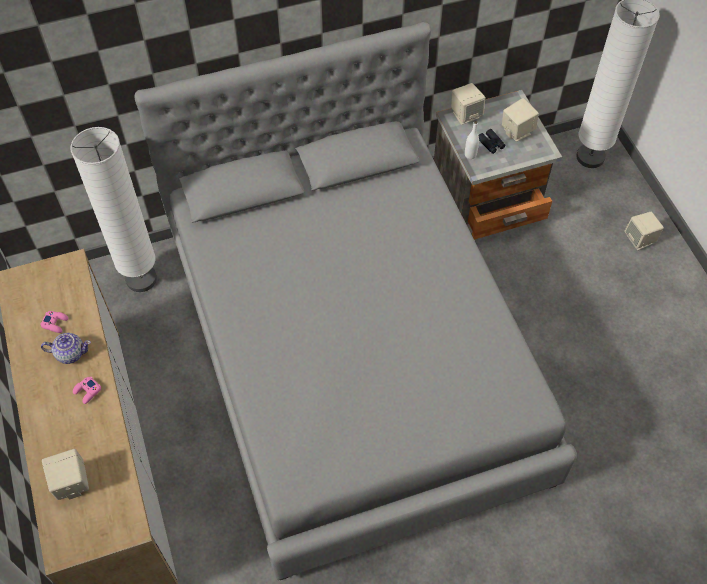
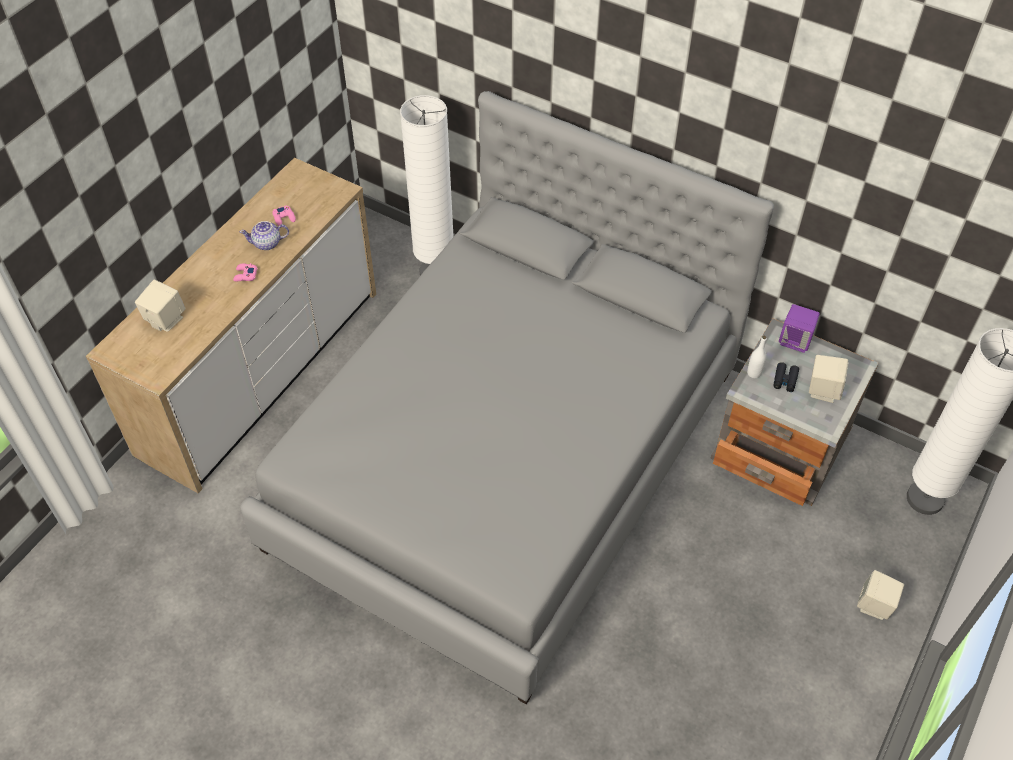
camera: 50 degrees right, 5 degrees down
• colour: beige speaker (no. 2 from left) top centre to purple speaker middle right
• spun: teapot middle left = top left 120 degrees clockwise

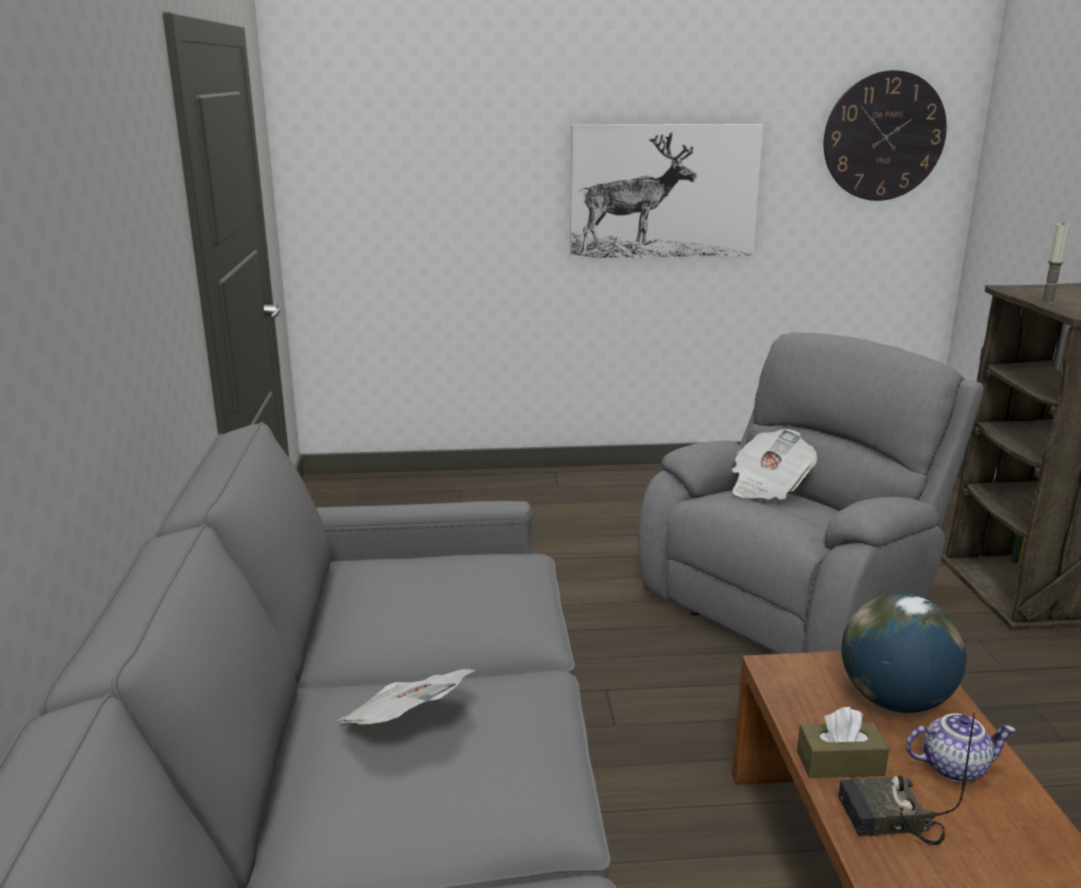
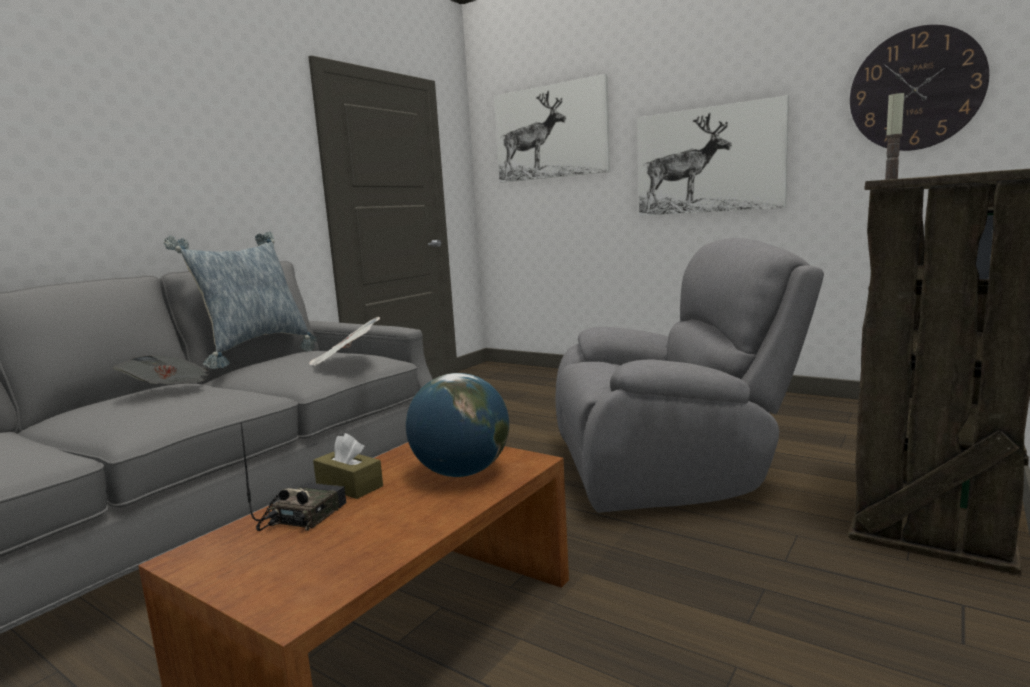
camera: 40 degrees right, 10 degrees down
• relocated: newspaper (no. 2 from left) middle right to centre
• spun: radio bottom right = bottom left 75 degrees clockwise
• missing: teapot bottom right
• appeared: picture (no. 1 from left) top centre
• appeared: pillow middle left

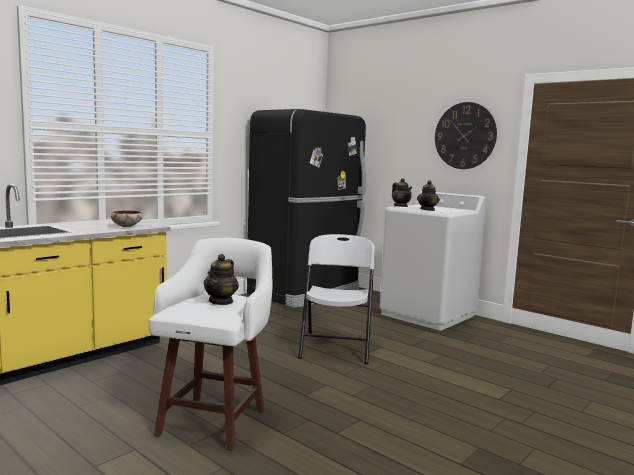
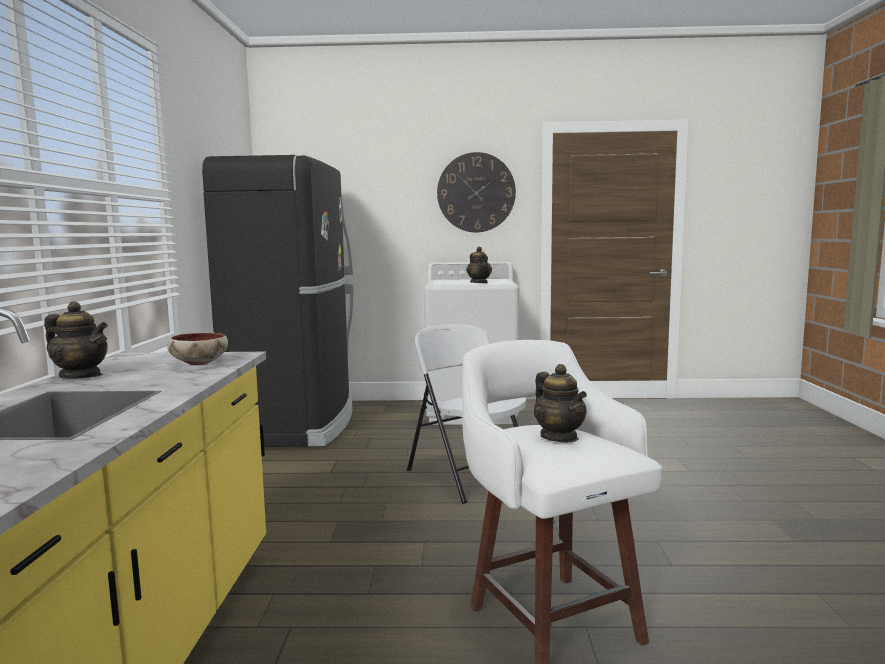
camera: 40 degrees left, 0 degrees up
• relocated: teapot (no. 2 from left in the first image) centre to teapot (no. 1 from left) middle left

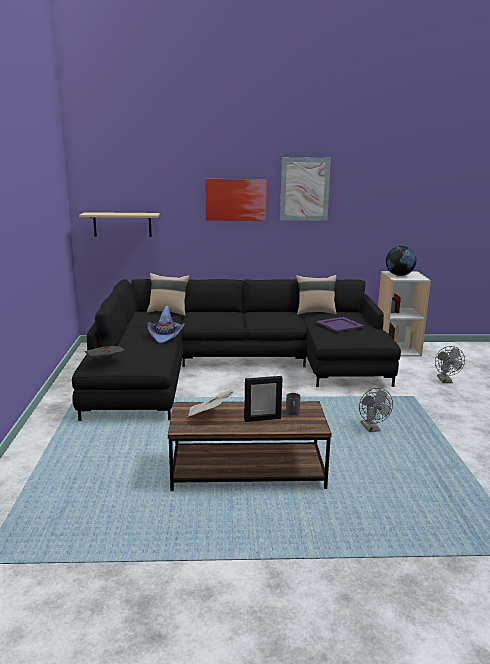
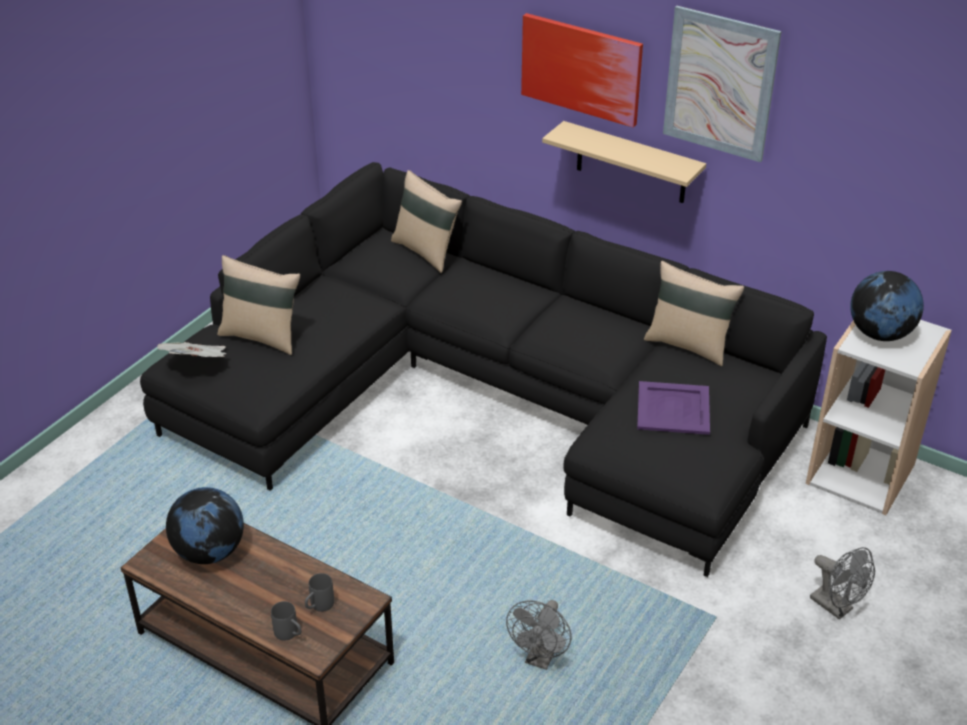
camera: 35 degrees right, 20 degrees up
• relocated: beige shelf middle left to top centre
• missing: purple hat centre
• spun: grey fan (no. 2 from left) middle right = bottom right 75 degrees counterclockwise
• missing: picture frame centre
• exchanged: newspaper (no. 2 from left) centre to globe (no. 1 from left) bottom left
• appeared: beige pillow (no. 1 from left) middle left
• appeared: grey mug (no. 1 from left) bottom left

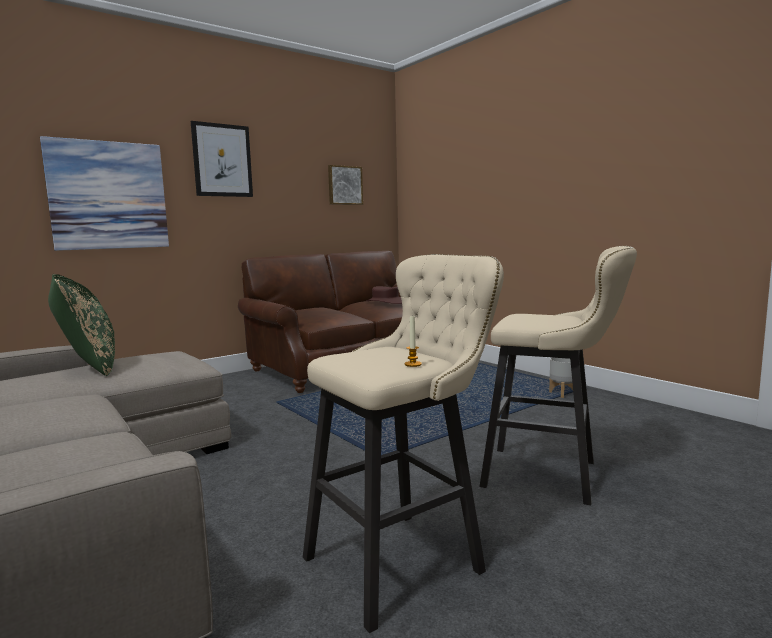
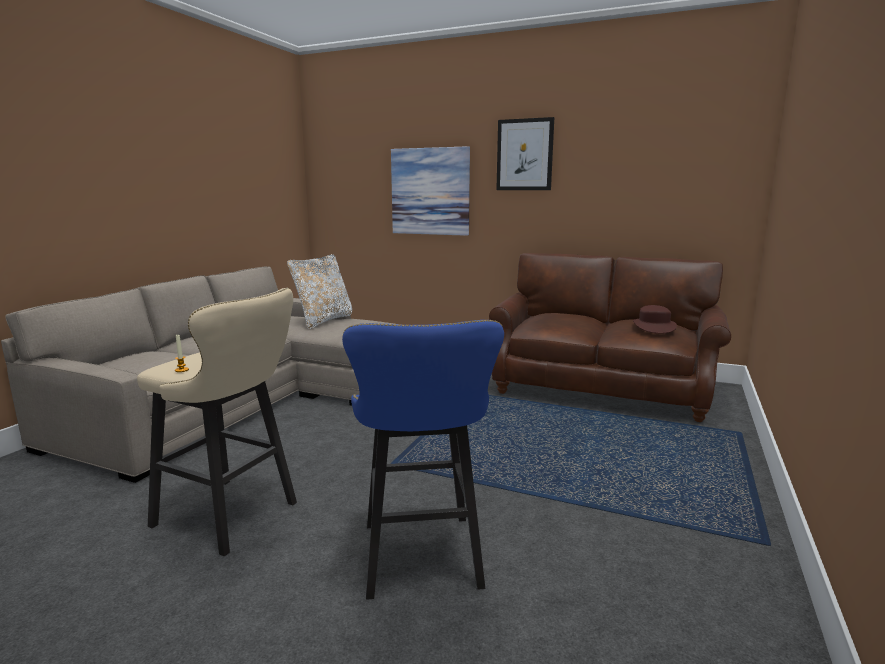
camera: 60 degrees right, 5 degrees up
• missing: picture (no. 3 from left) top centre
• colour: beige stool (no. 2 from left) middle right to blue stool bottom centre
• colour: green pillow middle left to white pillow centre
• missing: grey planter middle right

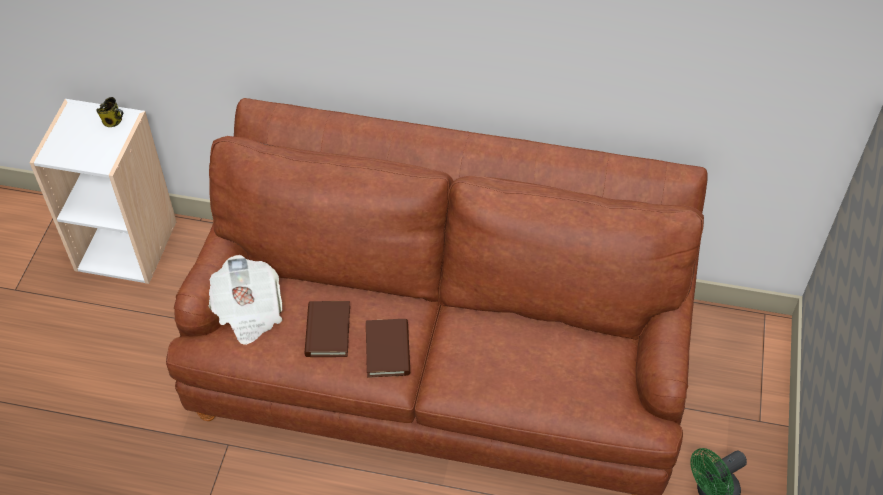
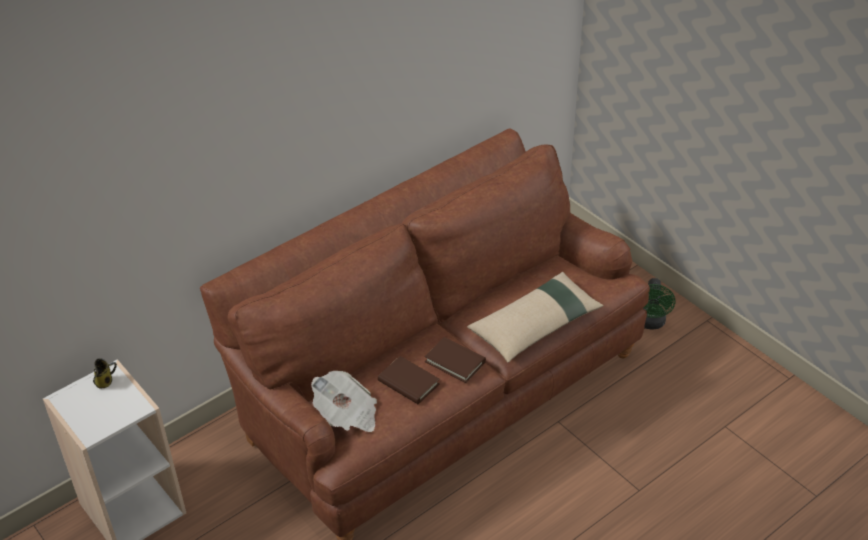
camera: 50 degrees left, 10 degrees down
• appeared: beige pillow centre

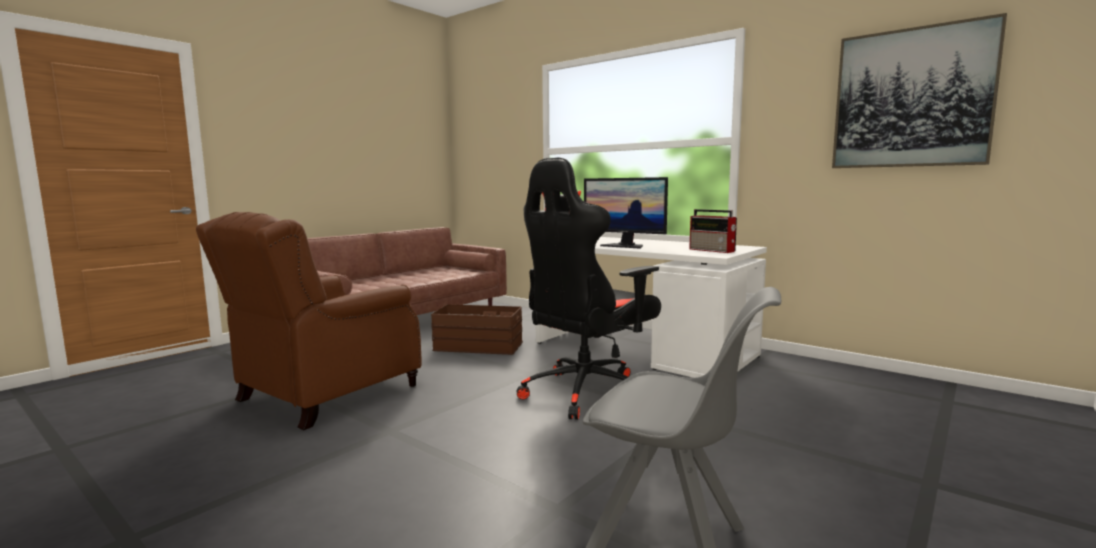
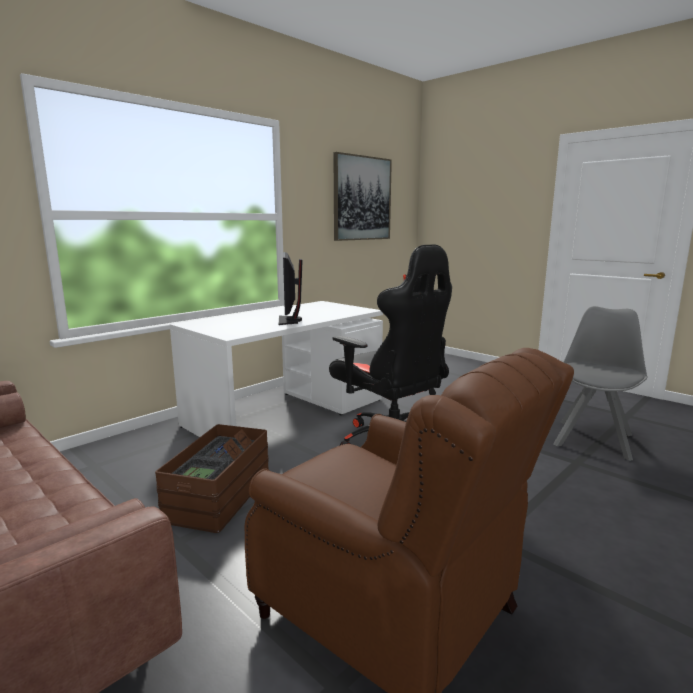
camera: 85 degrees left, 5 degrees up
• spun: monitor centre = centre 135 degrees clockwise
• missing: radio centre

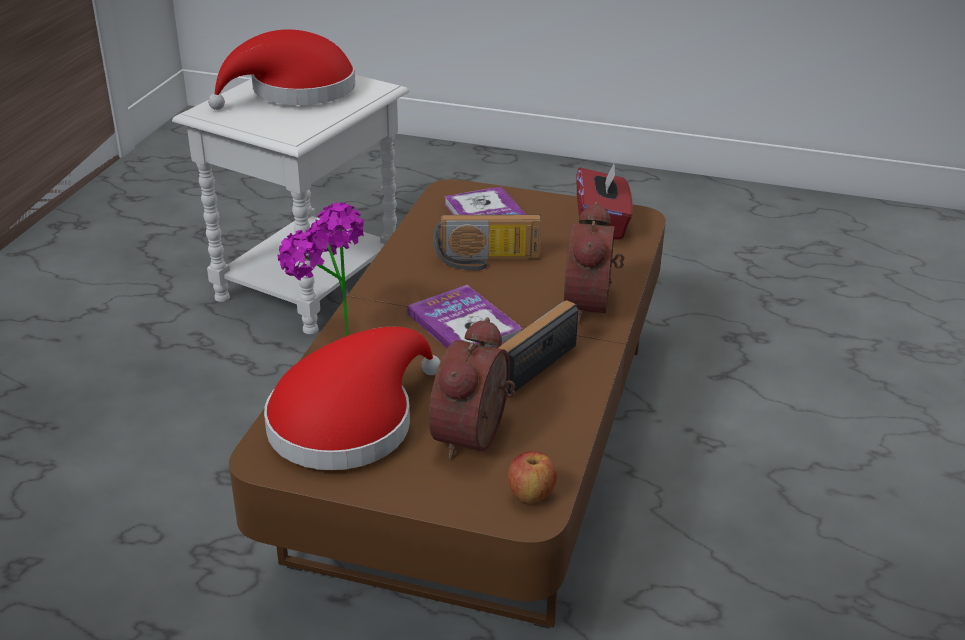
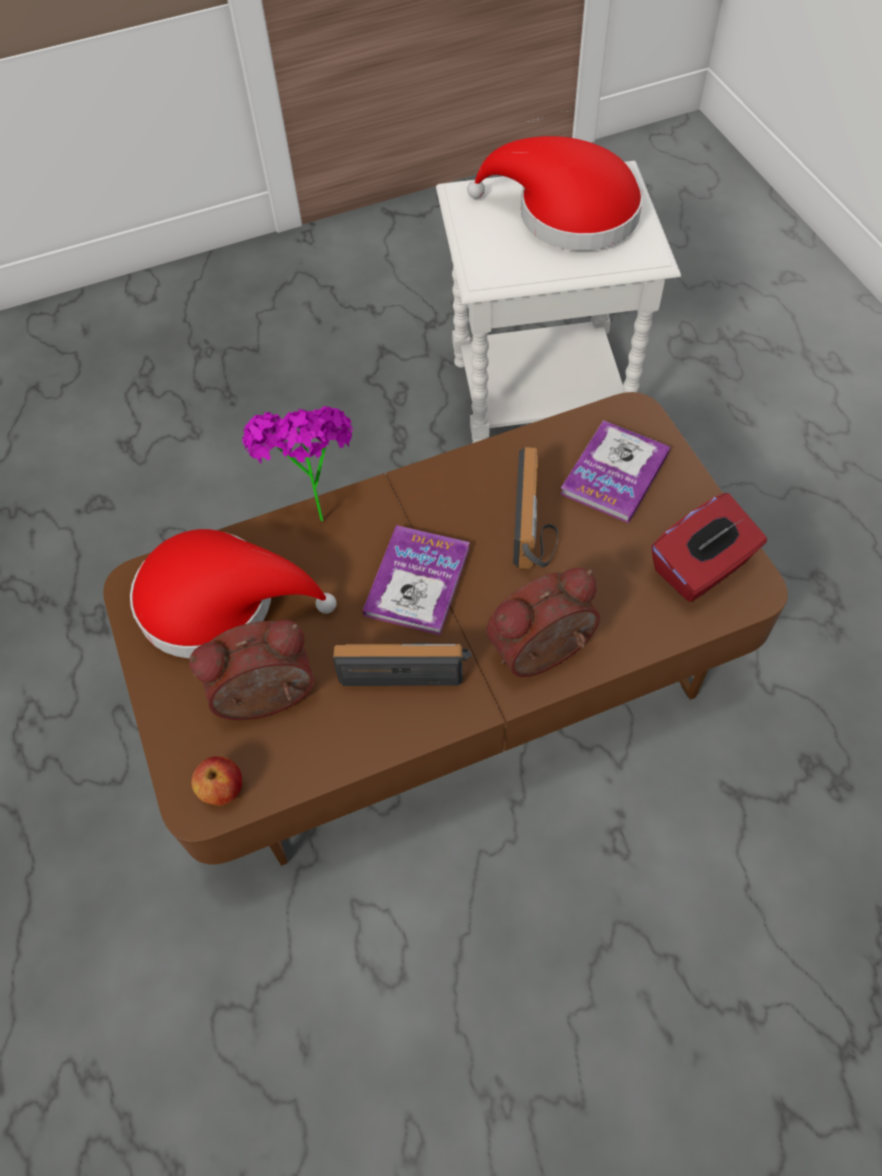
camera: 55 degrees right, 25 degrees up
• spun: radio (no. 1 from left in the first image) centre = centre 135 degrees counterclockwise

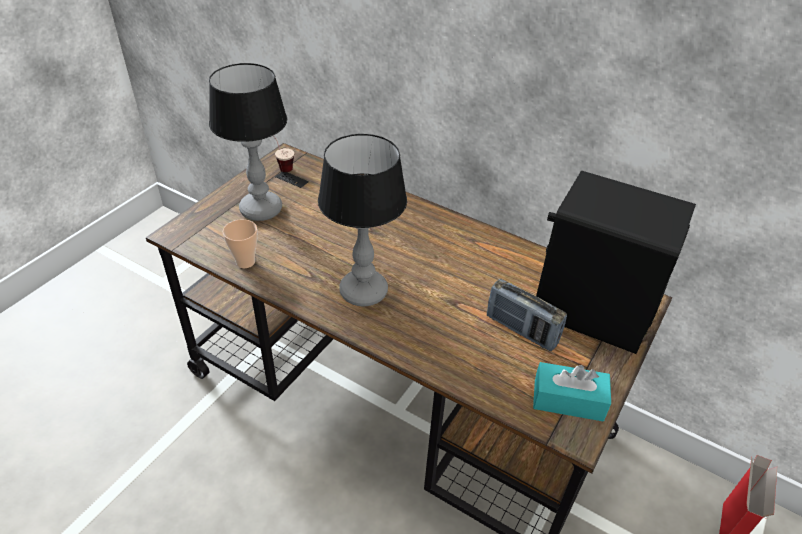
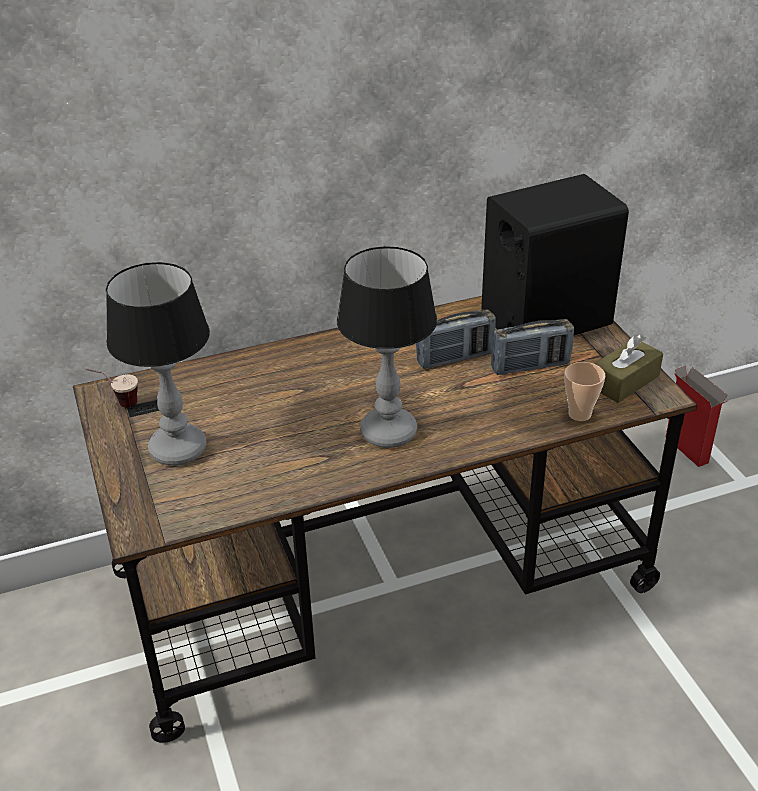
camera: 50 degrees left, 5 degrees down
• relocated: cup (no. 1 from left in the first image) middle left to cup (no. 2 from left) middle right
• colour: turquoise tissue box bottom right to brown tissue box middle right
• appeared: radio (no. 1 from left) centre

